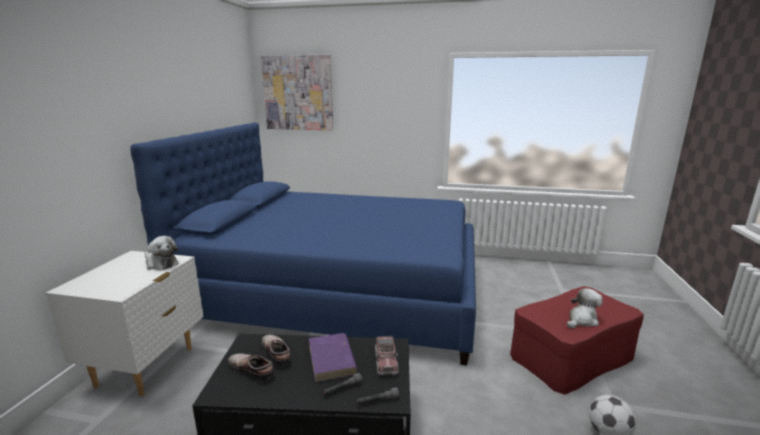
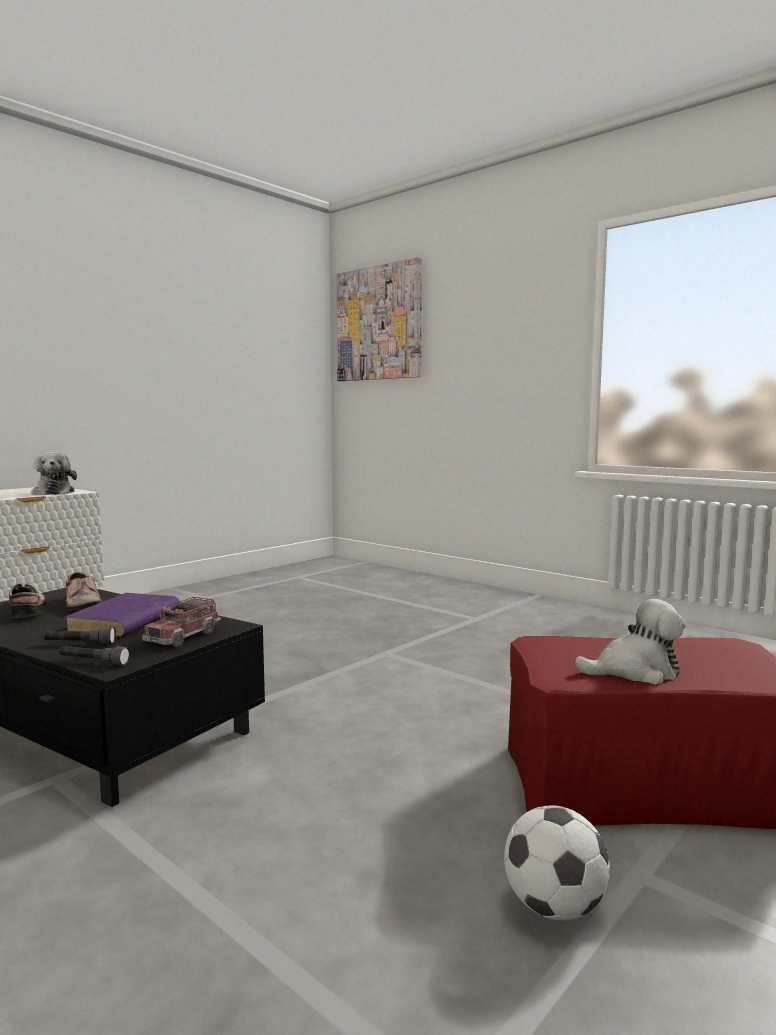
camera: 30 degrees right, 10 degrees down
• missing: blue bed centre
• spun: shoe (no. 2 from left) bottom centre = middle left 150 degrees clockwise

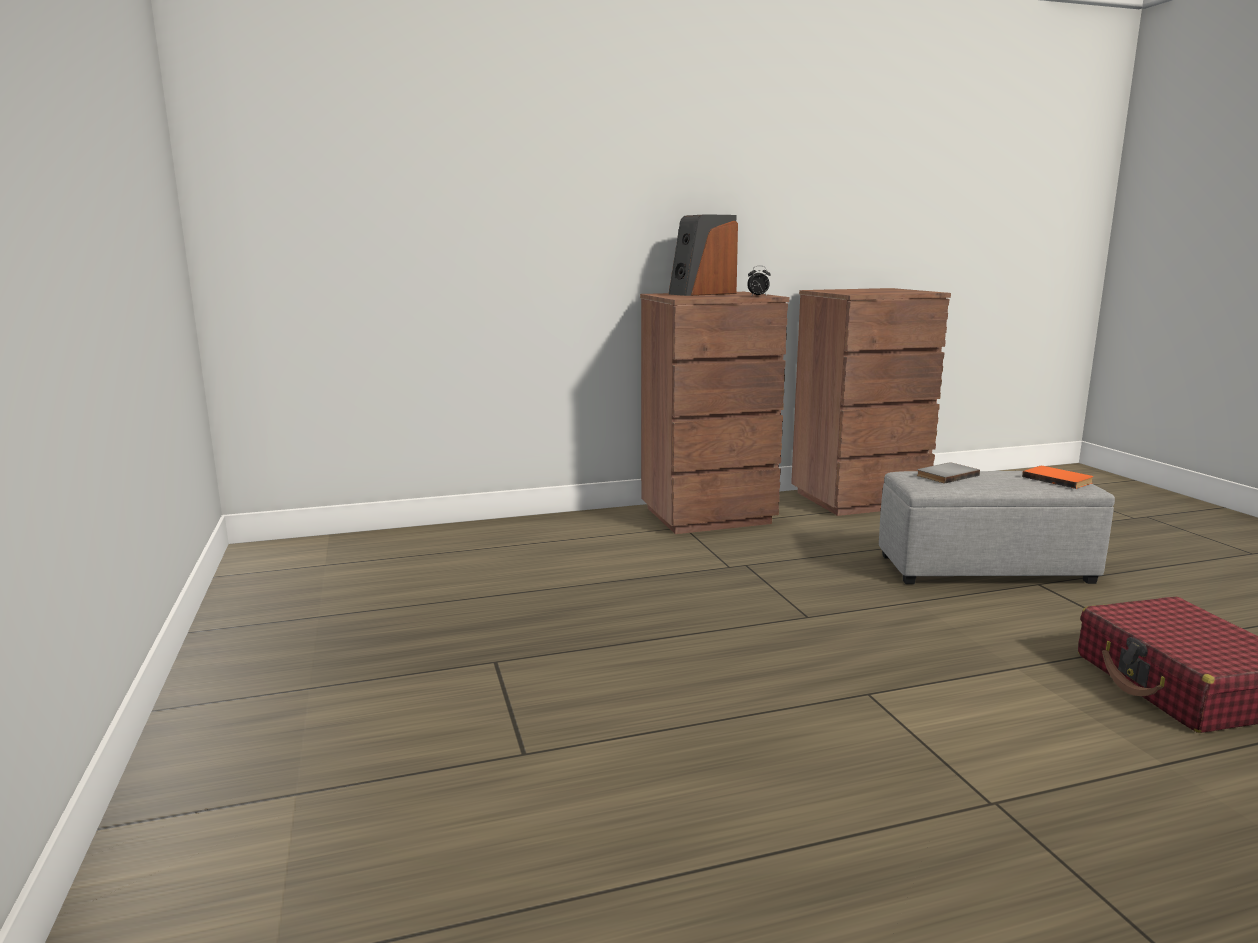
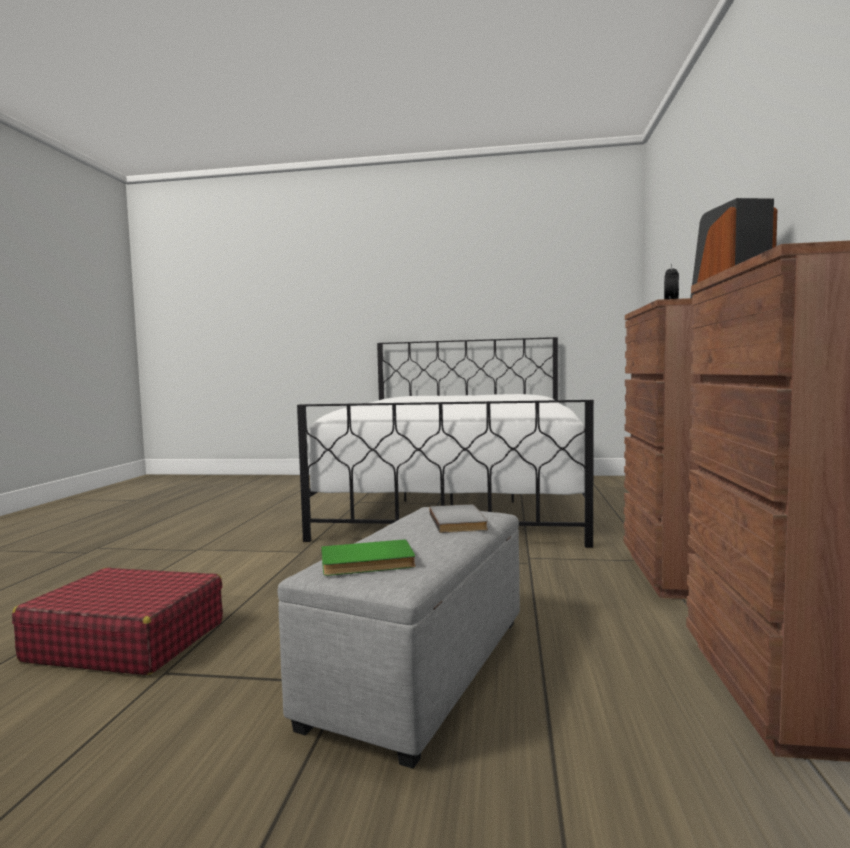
camera: 115 degrees right, 10 degrees down
• colour: orange book middle right to green book centre
• appeared: white bed centre

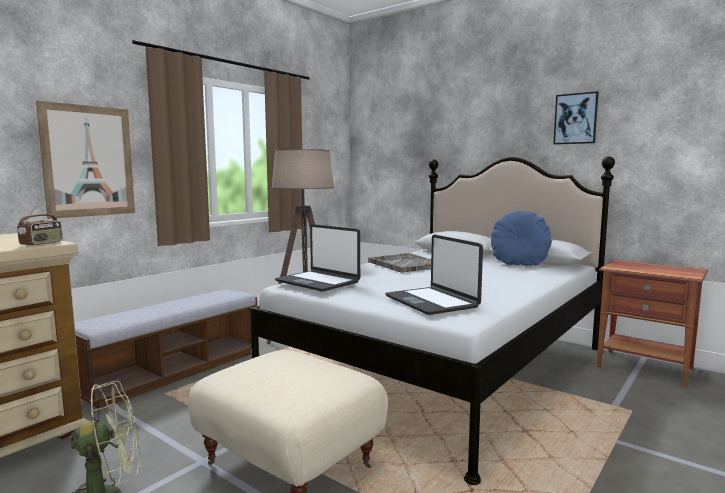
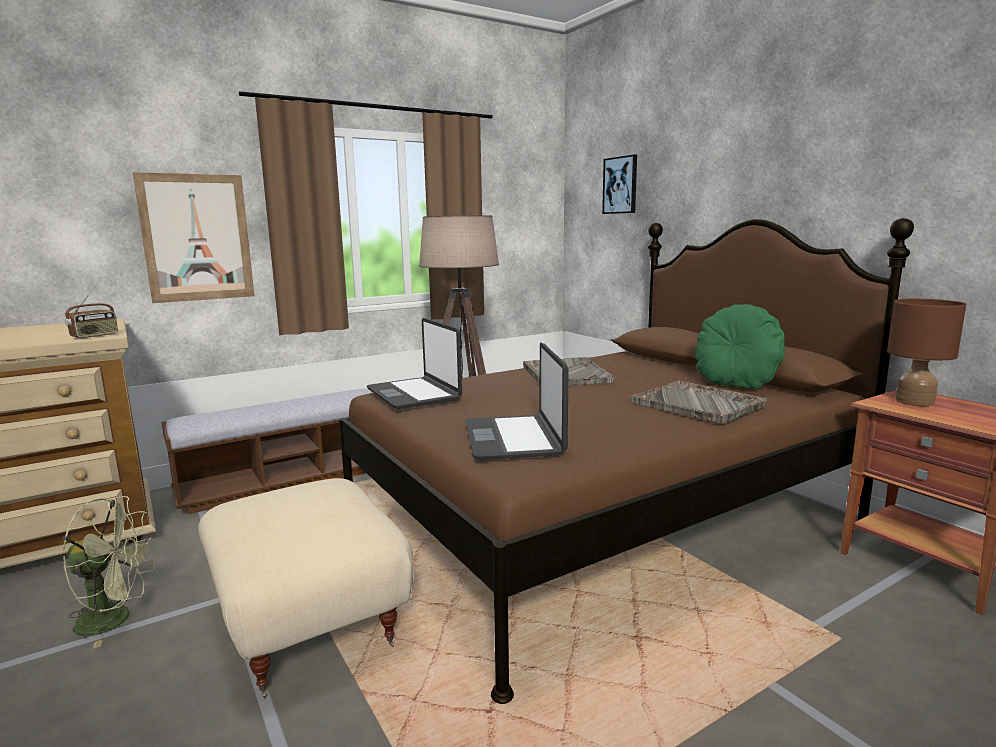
camera: 20 degrees right, 5 degrees up
• relocated: picture (no. 2 from left) top right to top centre
• colour: white bed centre to brown bed centre
• colour: blue pillow middle right to green pillow middle right
• appeared: brown table lamp middle right
• appeared: grey tray (no. 2 from left) middle right

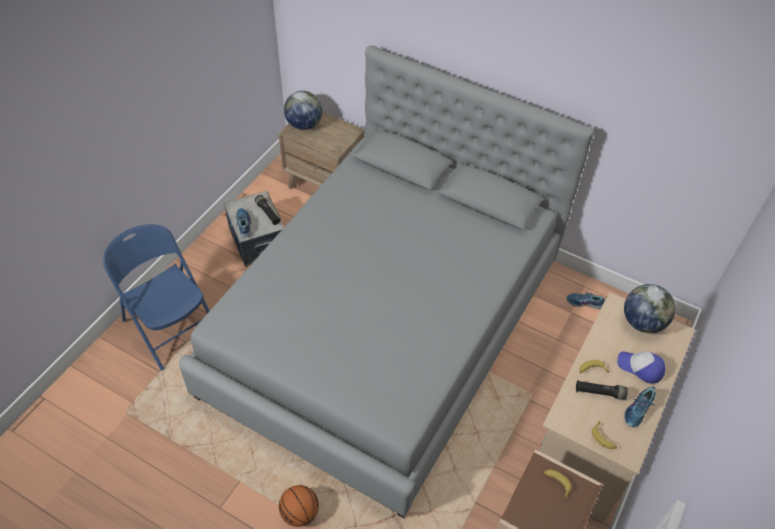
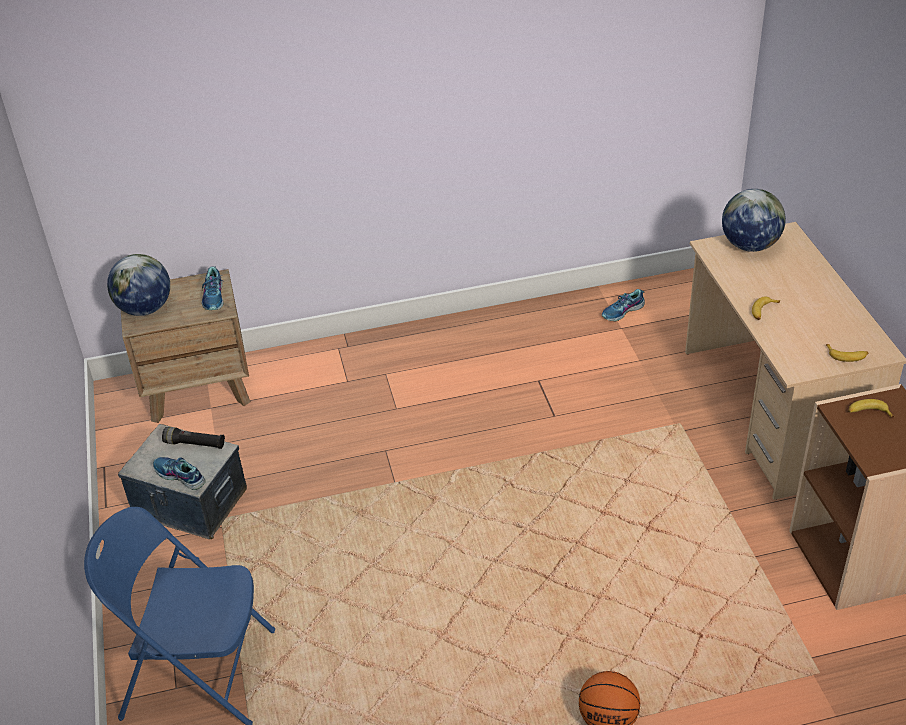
camera: 40 degrees left, 10 degrees down
• missing: grey bed centre
• missing: cap bottom right
• missing: black flashlight (no. 2 from left) bottom right
• relocated: shoe (no. 3 from left in the first image) bottom right to shoe (no. 2 from left) middle left

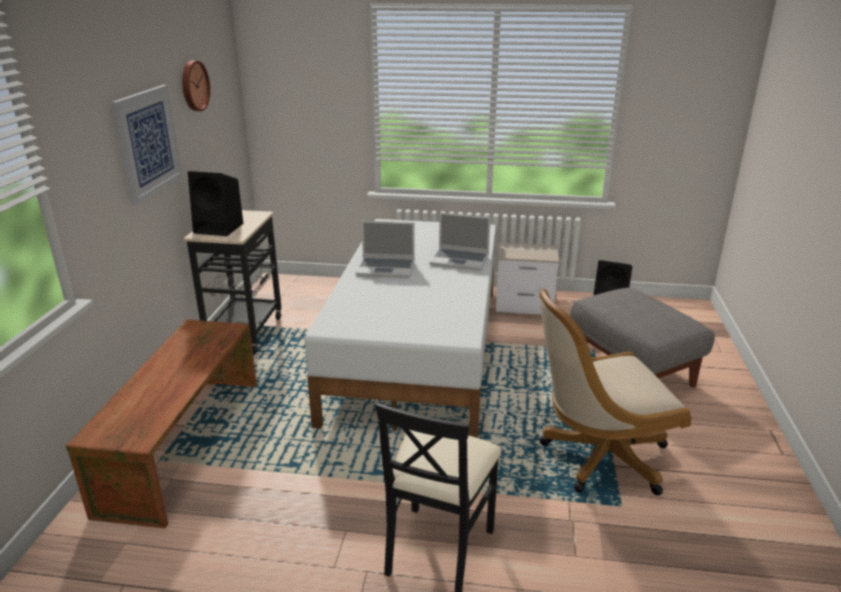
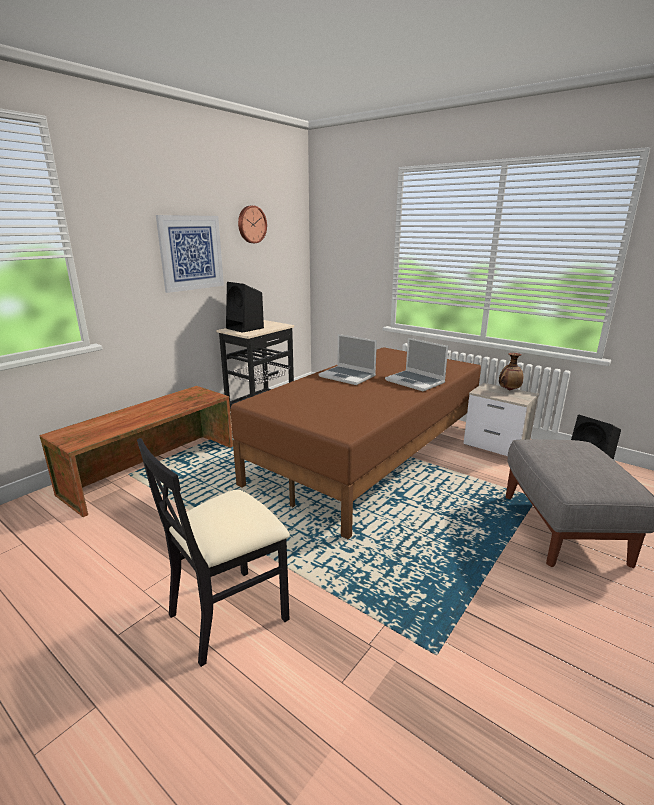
camera: 30 degrees right, 5 degrees down
• colour: white bed centre to brown bed centre
• missing: office chair middle right
• appeared: vase middle right

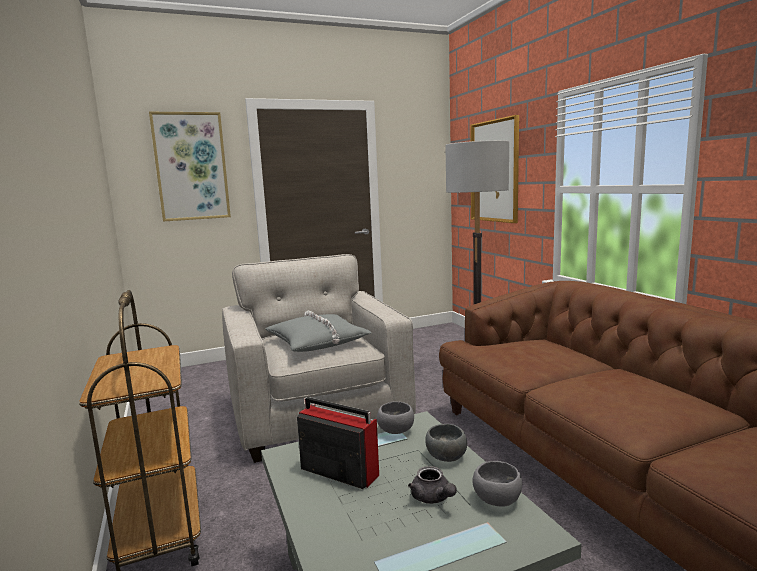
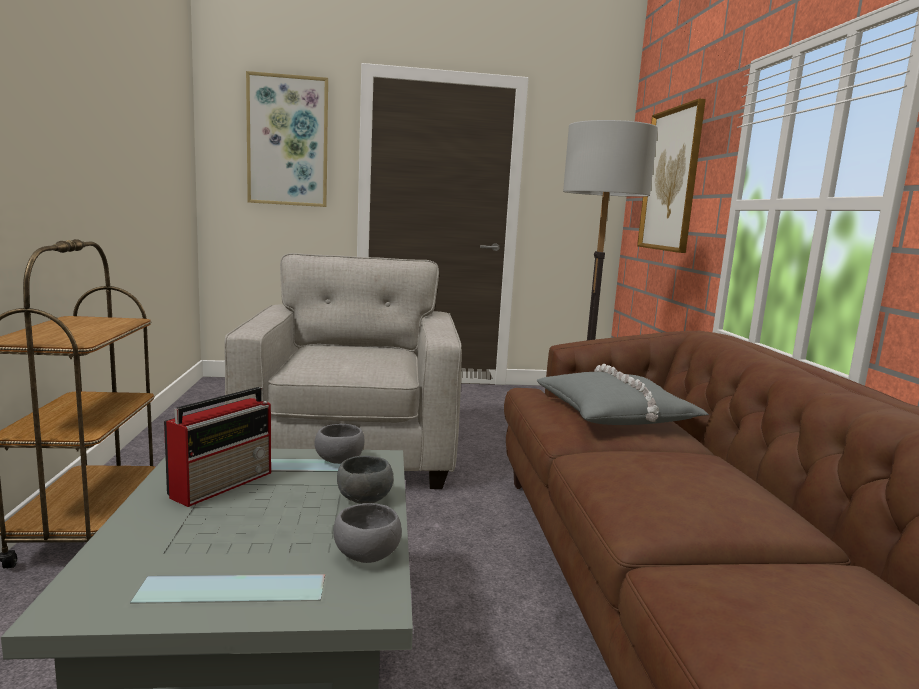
camera: 15 degrees right, 0 degrees up
• relocated: grey pillow centre to middle right
• spun: radio bottom centre = middle left 75 degrees clockwise
• missing: grey teapot bottom centre

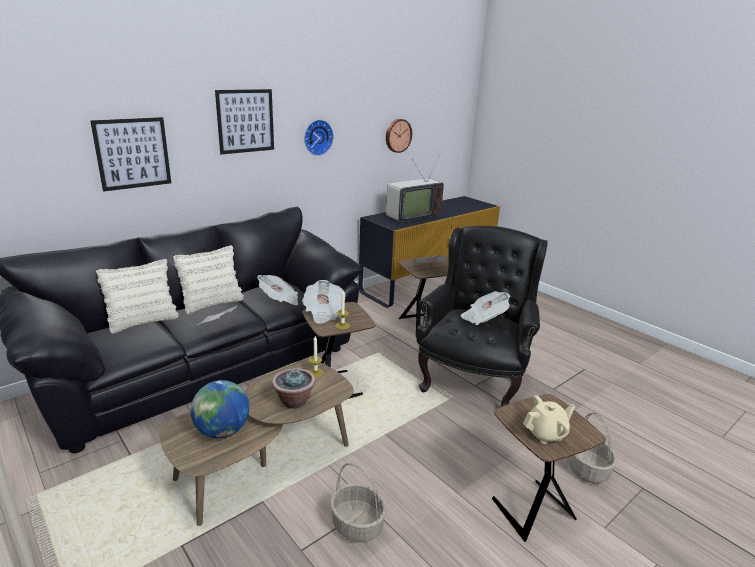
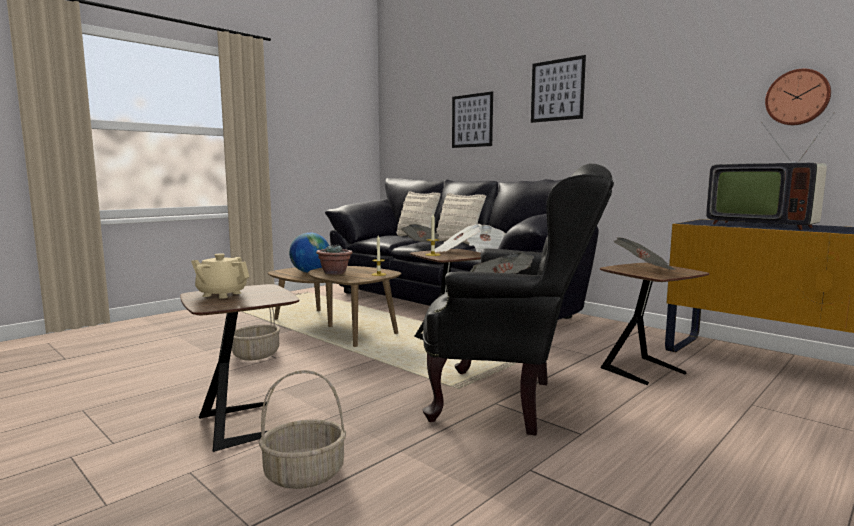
camera: 85 degrees right, 15 degrees down
• missing: wall clock (no. 1 from left) top centre
• spun: beige teapot bottom right = middle left 135 degrees clockwise

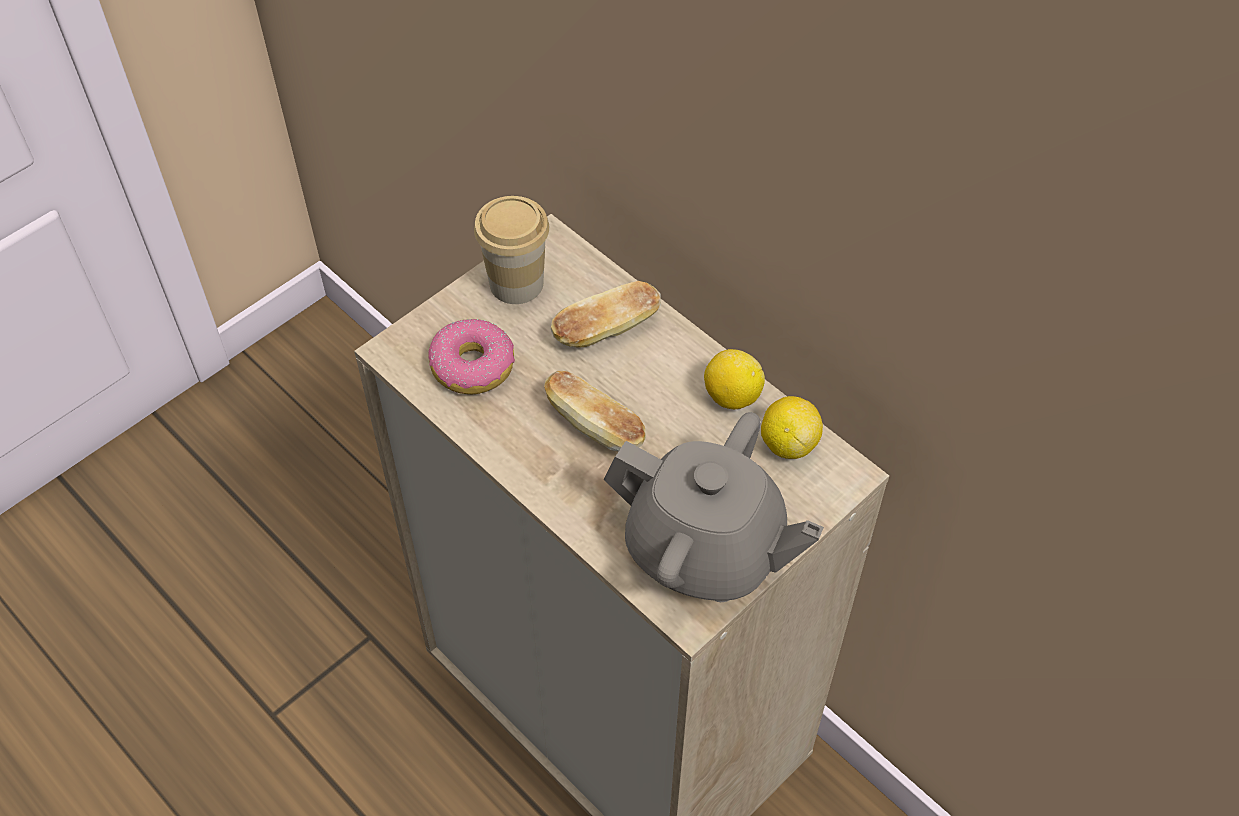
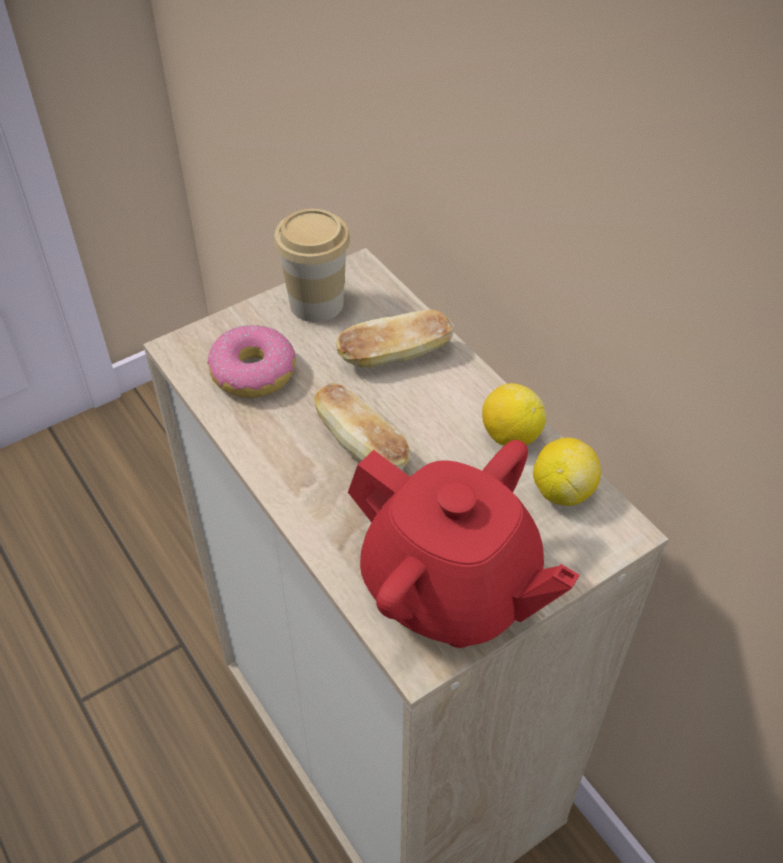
camera: 10 degrees right, 5 degrees down
• colour: grey teapot centre to red teapot centre

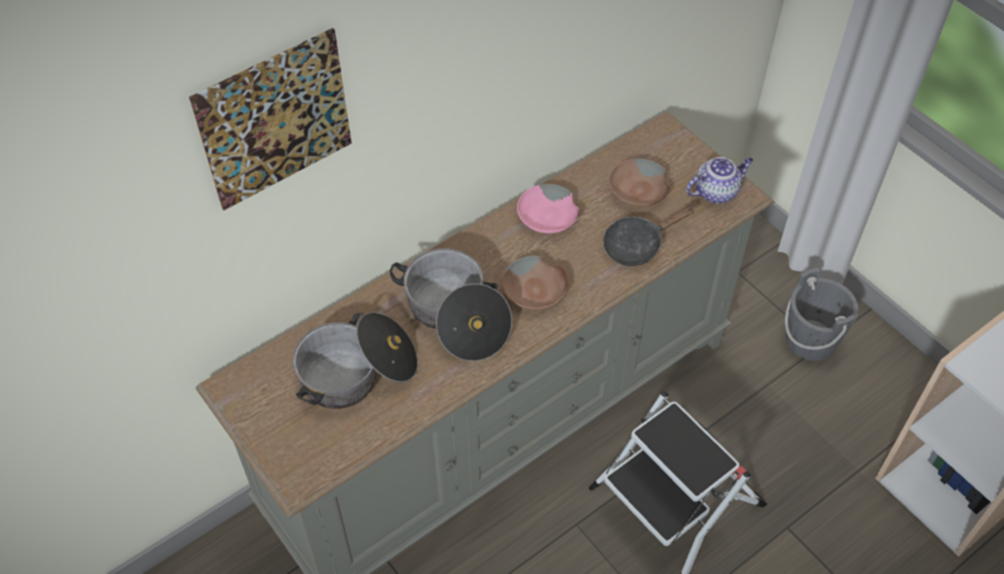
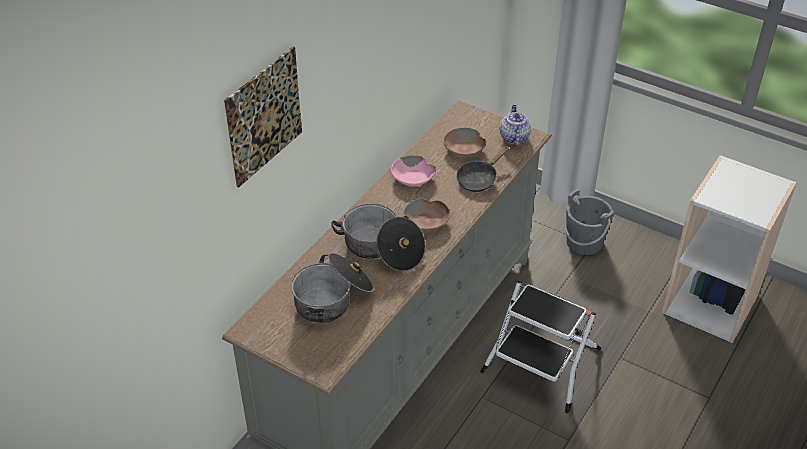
camera: 20 degrees left, 10 degrees down
• spun: teapot top right = top centre 45 degrees counterclockwise

